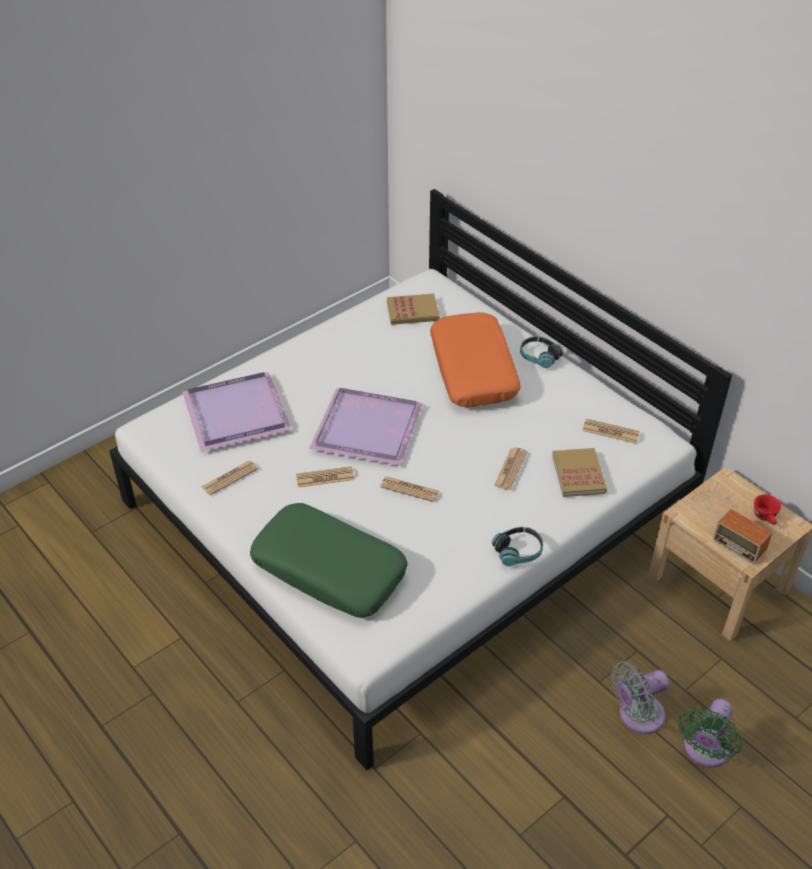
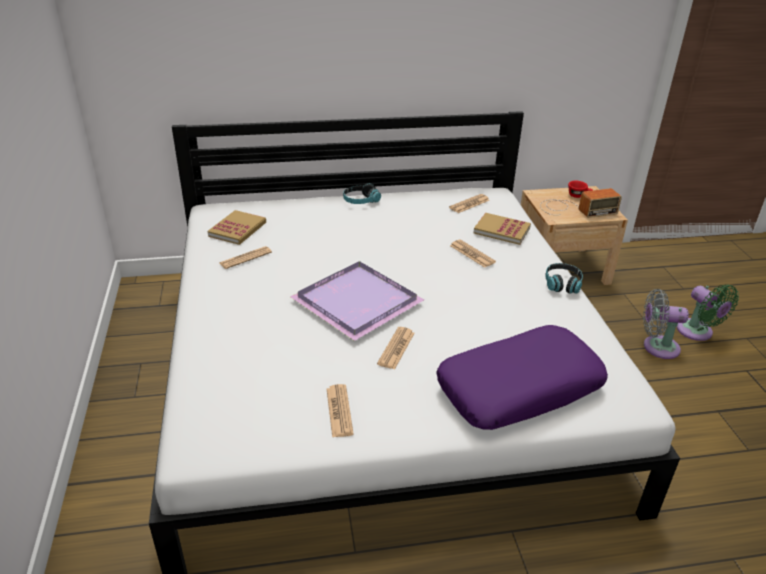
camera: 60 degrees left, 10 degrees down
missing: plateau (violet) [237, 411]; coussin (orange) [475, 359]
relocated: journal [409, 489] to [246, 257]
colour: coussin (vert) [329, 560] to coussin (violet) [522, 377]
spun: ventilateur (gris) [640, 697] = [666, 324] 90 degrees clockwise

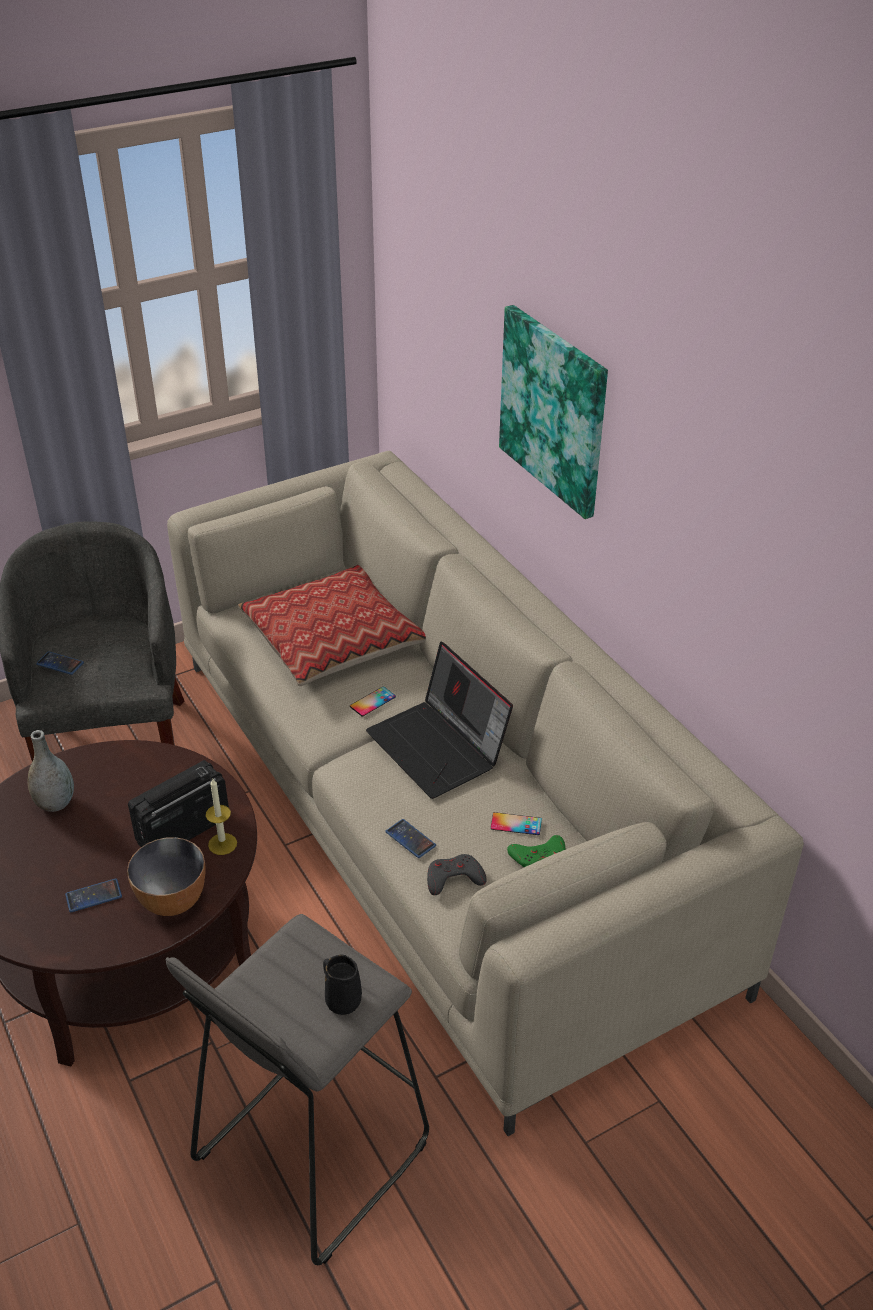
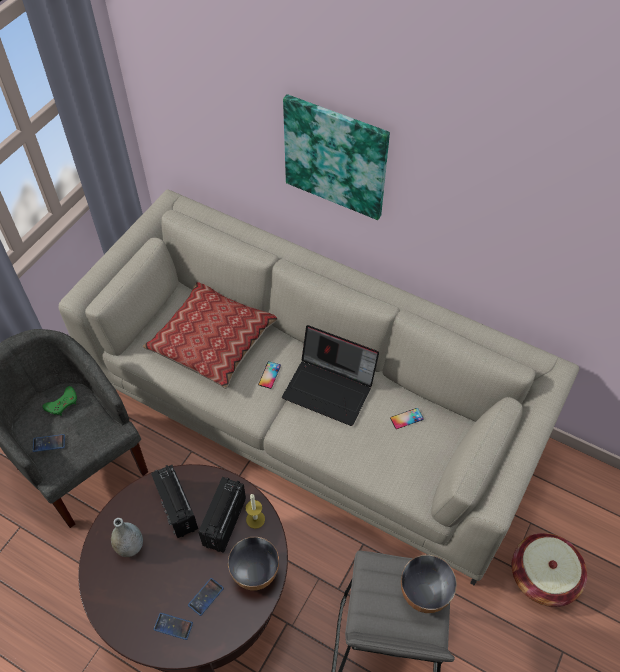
camera: 30 degrees left, 15 degrees up
missing: manette (gris) [456, 874]
appeared: radio [174, 501]; panier [549, 570]
relocated: téléphone [410, 838] to [173, 626]; manette (vert) [536, 851] to [59, 400]
exchanged: mug (noir) [342, 984] to bol [429, 584]

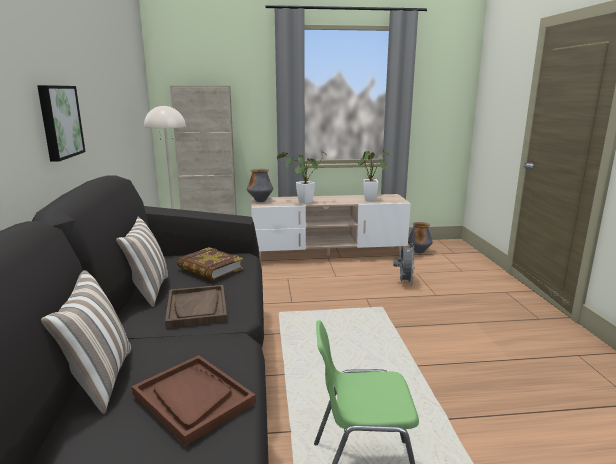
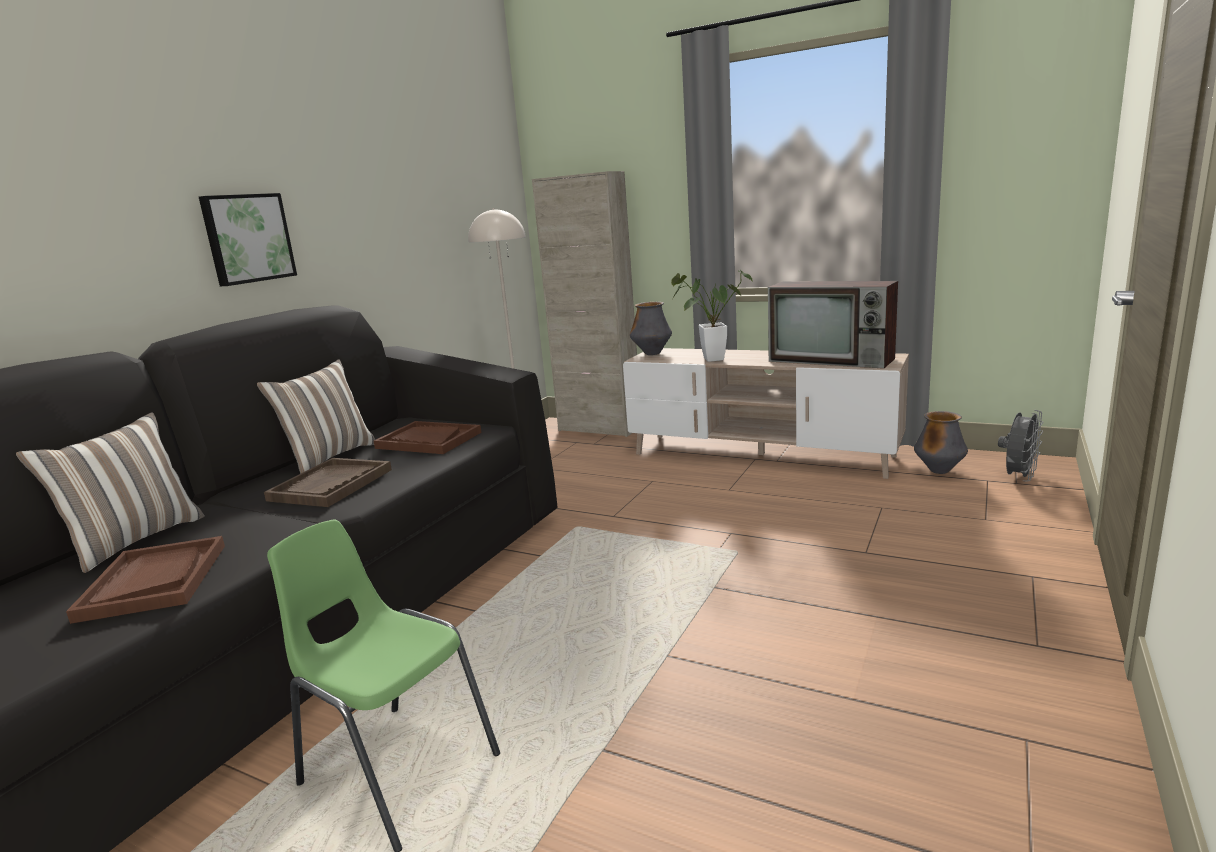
camera: 35 degrees right, 0 degrees up
relocated: ventilateur (gris) [404, 264] to [1021, 446]
exchanged: livre [210, 264] to plateau (marron) [428, 437]; plante en pot [374, 175] to téléviseur [833, 325]

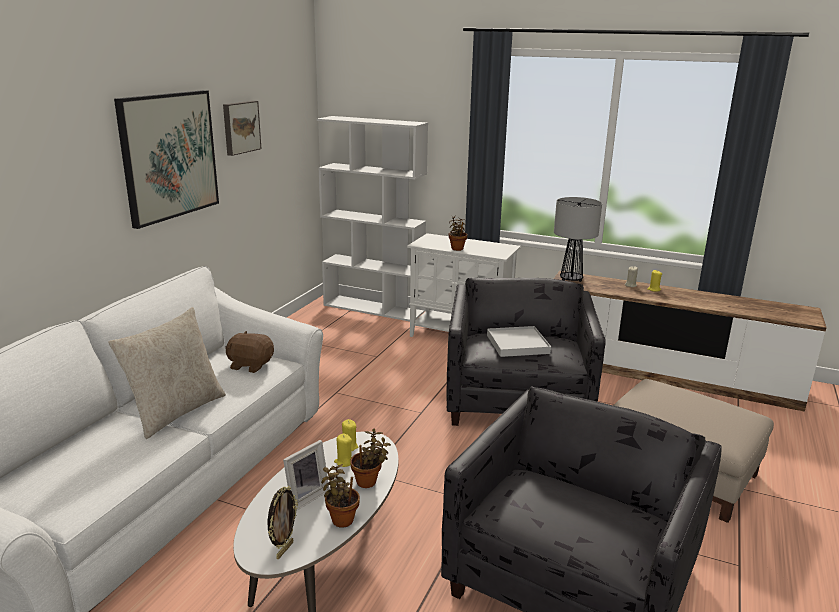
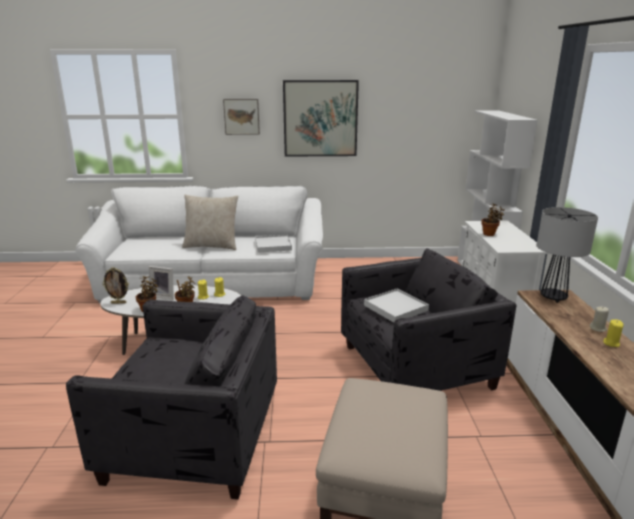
camera: 65 degrees right, 0 degrees up
relocated: tableau [242, 128] to [241, 117]
exchanged: peluche (marron) [249, 352] to plateau (blanc) [273, 244]

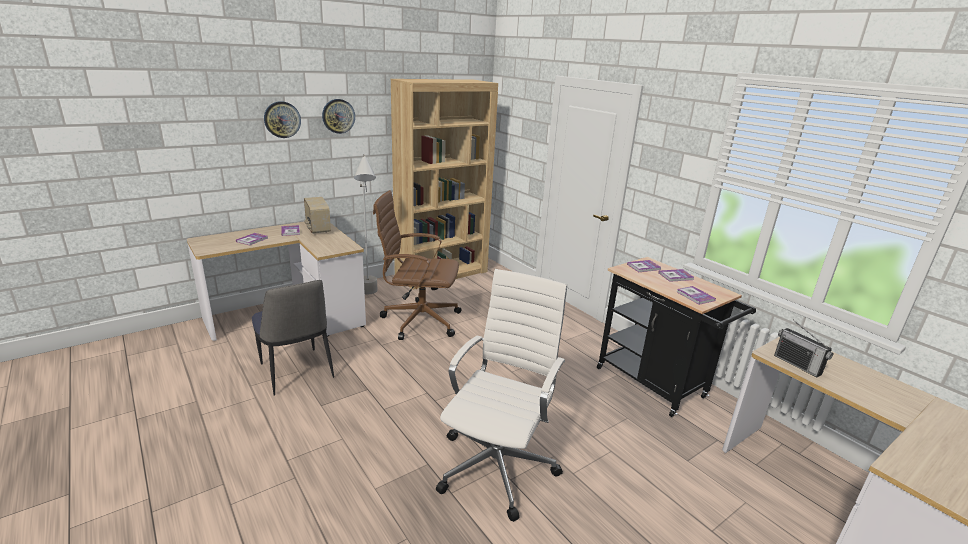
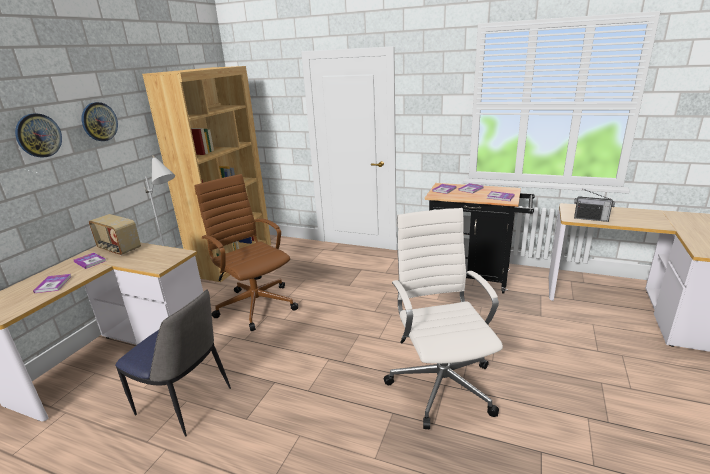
camera: 30 degrees left, 0 degrees up
spun: chaise de bureau (marron) [417, 265] = [246, 252] 75 degrees clockwise

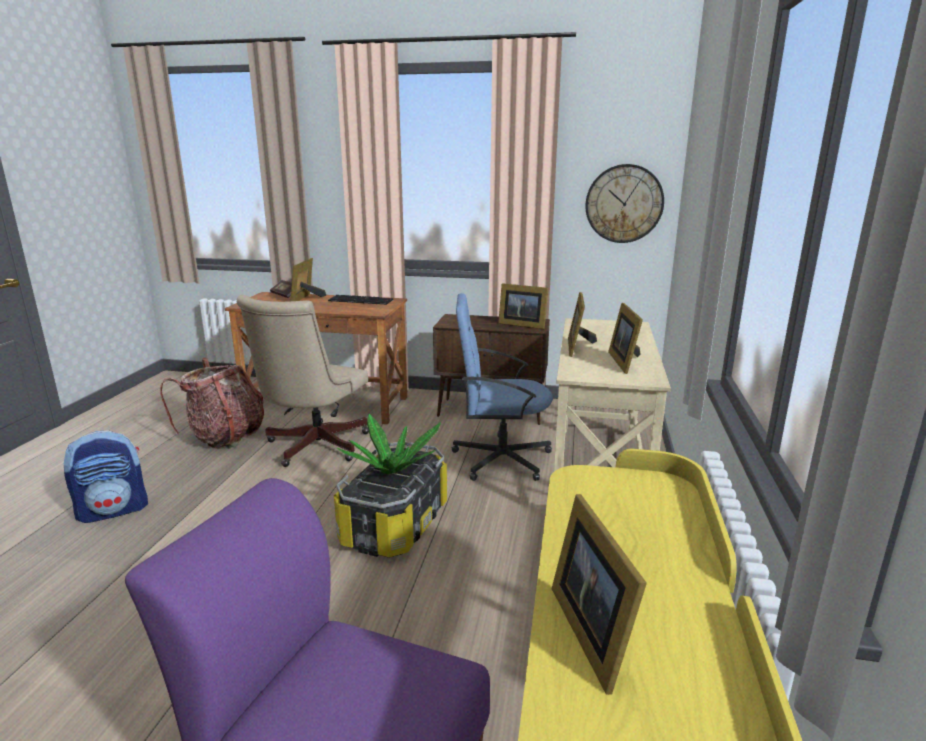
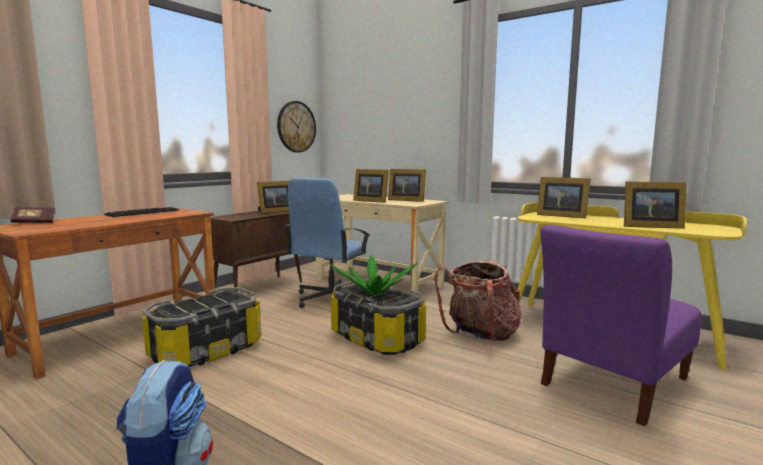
camera: 65 degrees left, 10 degrees down
relocated: sac à dos [212, 403] to [478, 300]; cadre photo [308, 279] to [563, 197]
exchanged: chaise de bureau (beige) [303, 381] to boîte de rangement [201, 327]

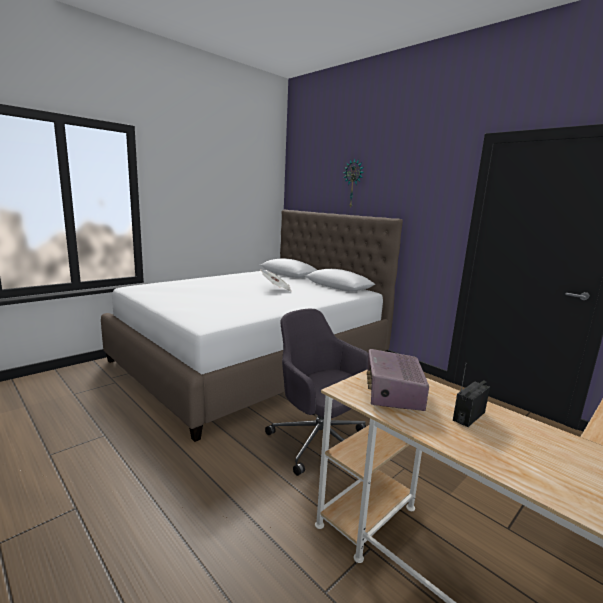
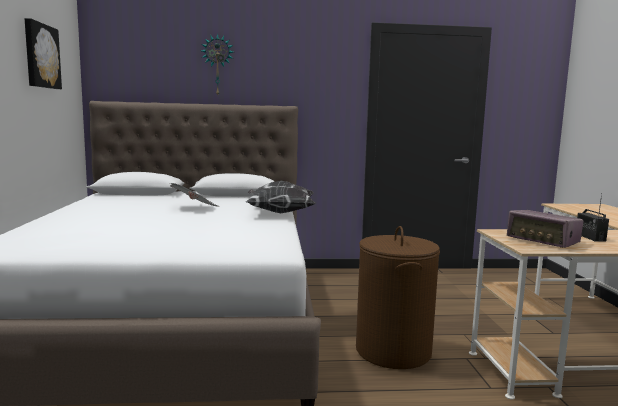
camera: 50 degrees left, 5 degrees down
appeared: tableau [43, 53]; coussin [281, 197]
exchanged: chaise de bureau (gris) [316, 392] to panier à linge (marron) [398, 297]

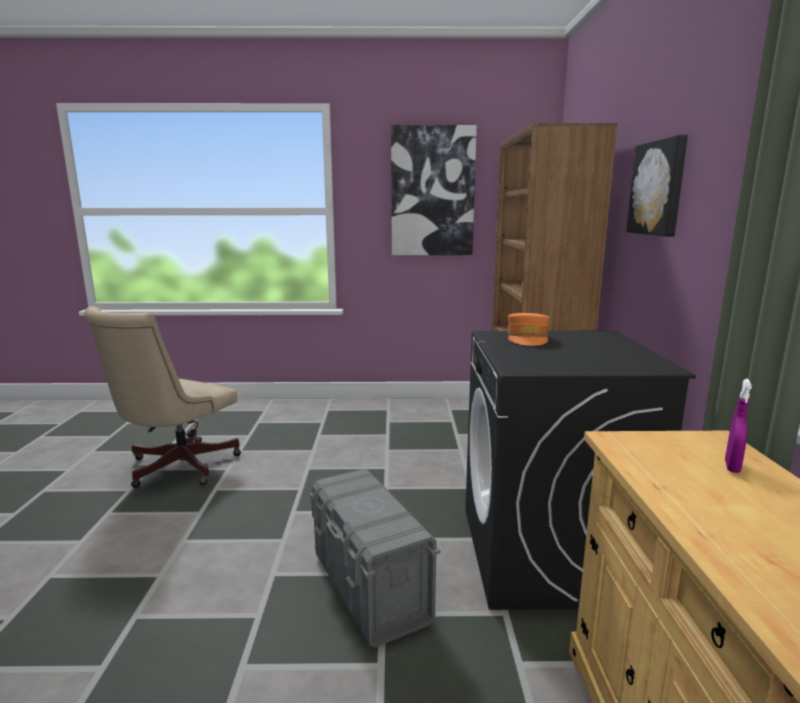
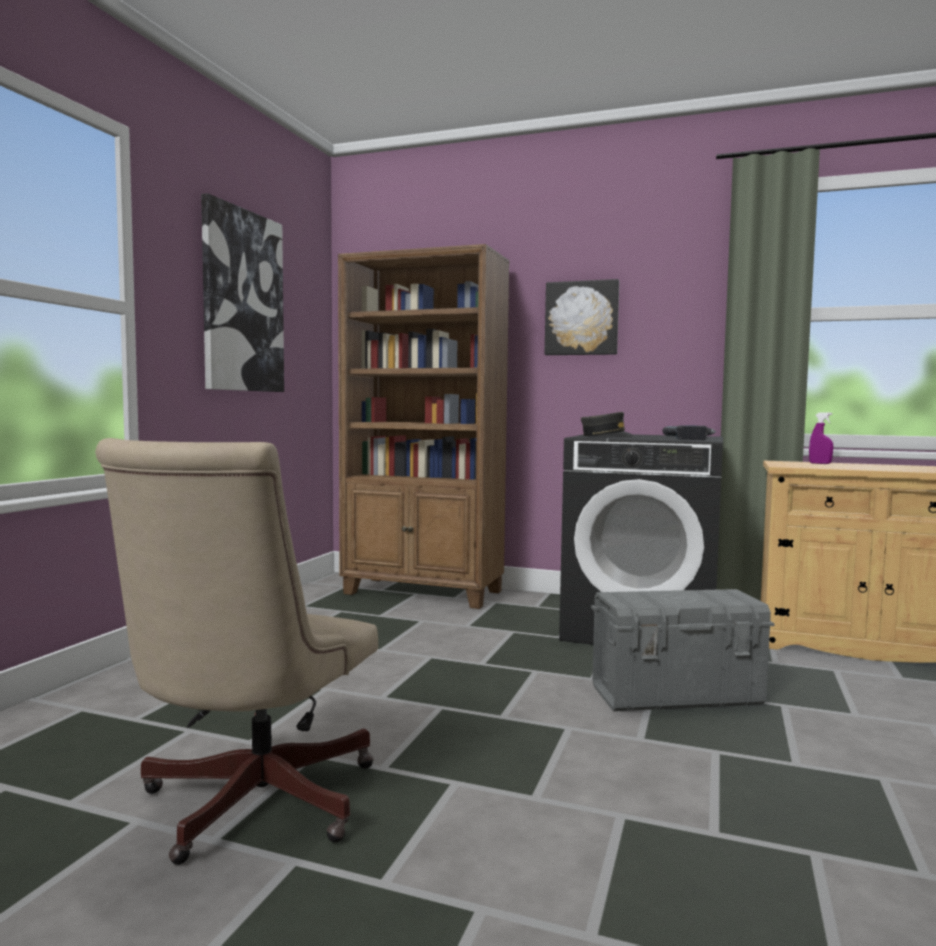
camera: 70 degrees left, 10 degrees down
appeared: perceuse [689, 432]
colour: casquette (orange) [529, 329] to casquette (gris) [608, 424]
spun: chaise de bureau (beige) [162, 397] = [236, 651] 60 degrees clockwise

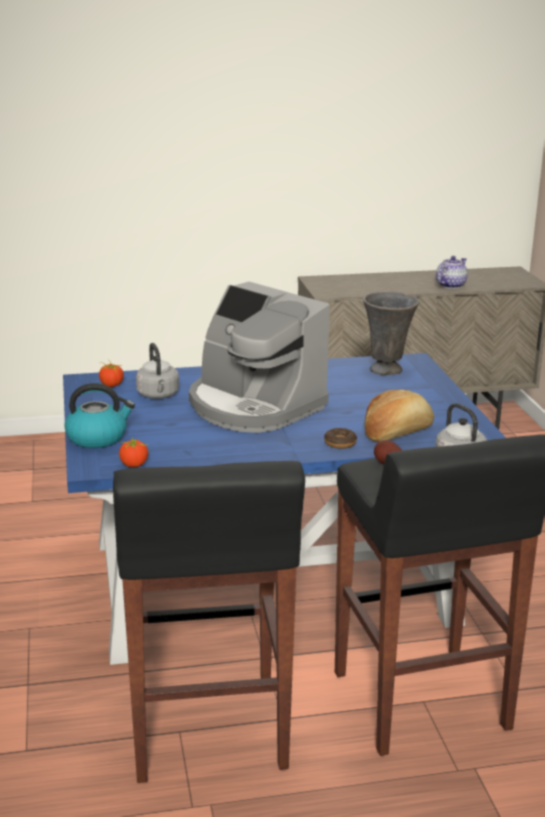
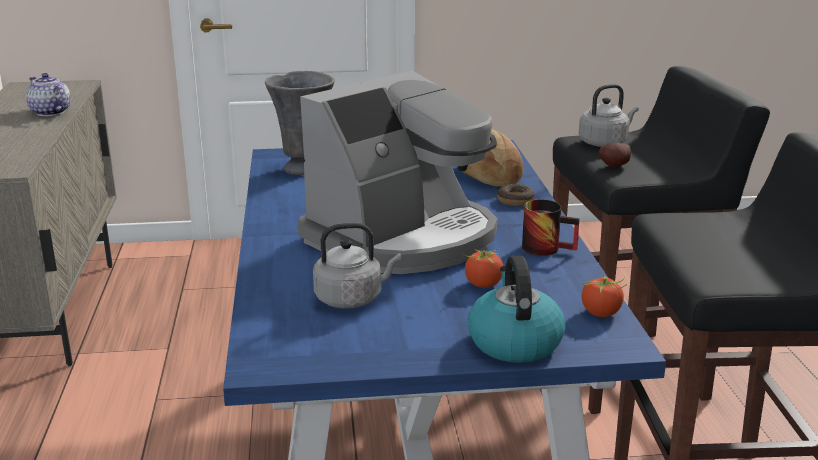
camera: 85 degrees left, 0 degrees up
appeared: mug [551, 227]
relocated: tomate [111, 373] to [483, 268]

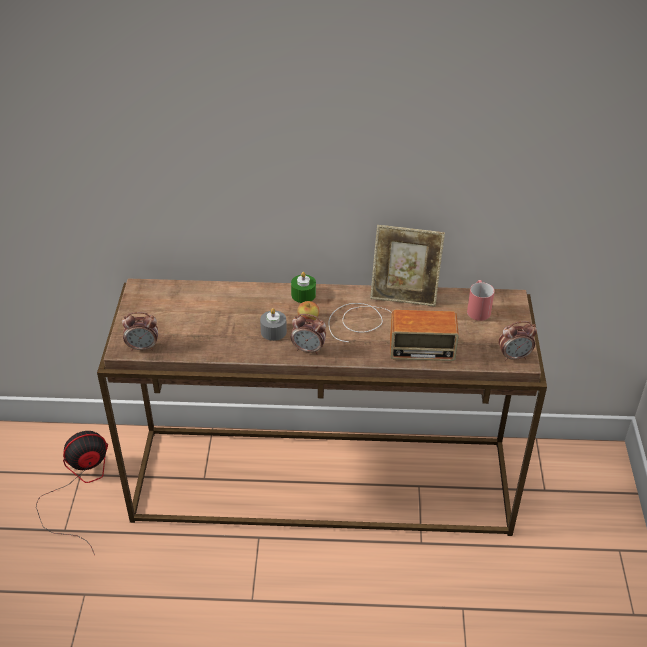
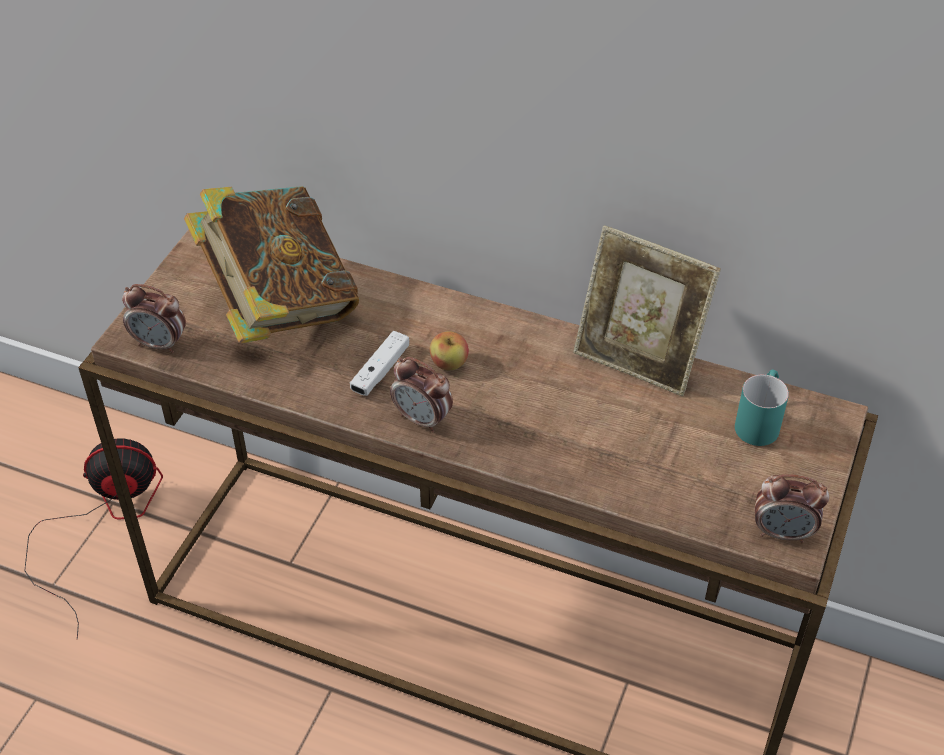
camera: 20 degrees right, 5 degrees up
missing: bougie (vert) [303, 287]; radio [394, 332]
appeared: livre [271, 265]
exchanged: bougie (gris) [273, 324] to manette (blanc) [379, 363]
colour: mug (rouge) [480, 300] to mug (turquoise) [762, 408]

